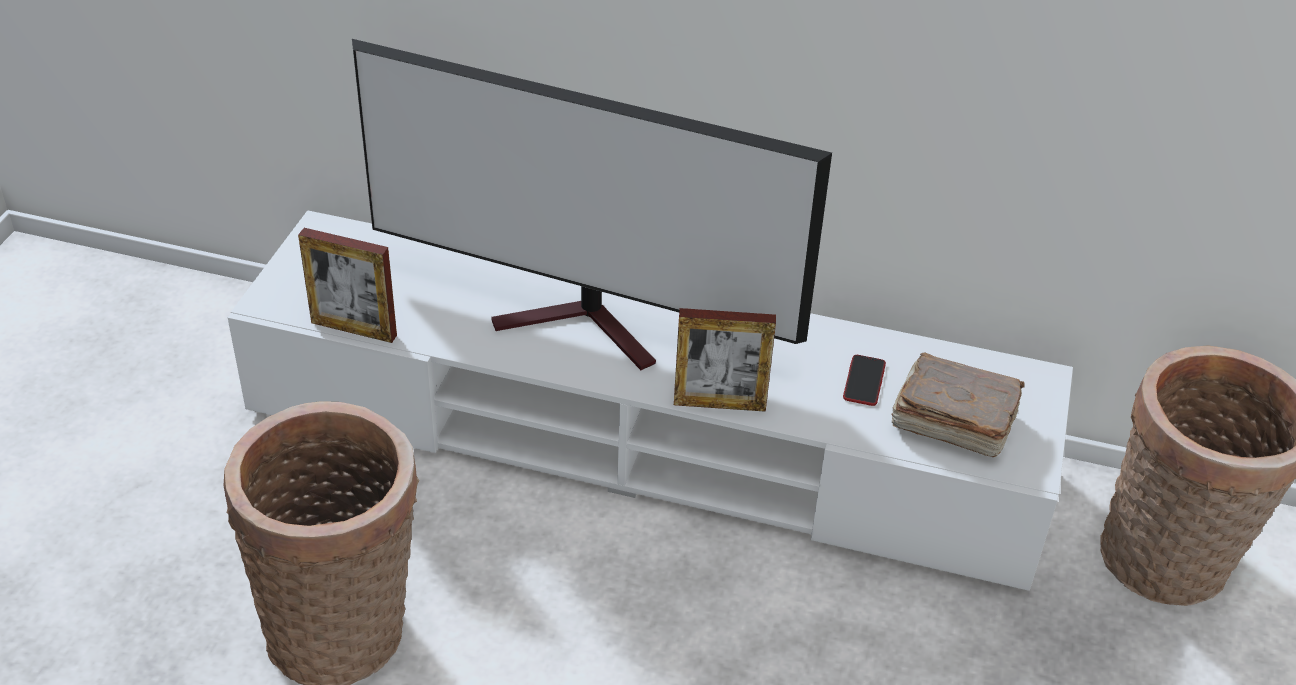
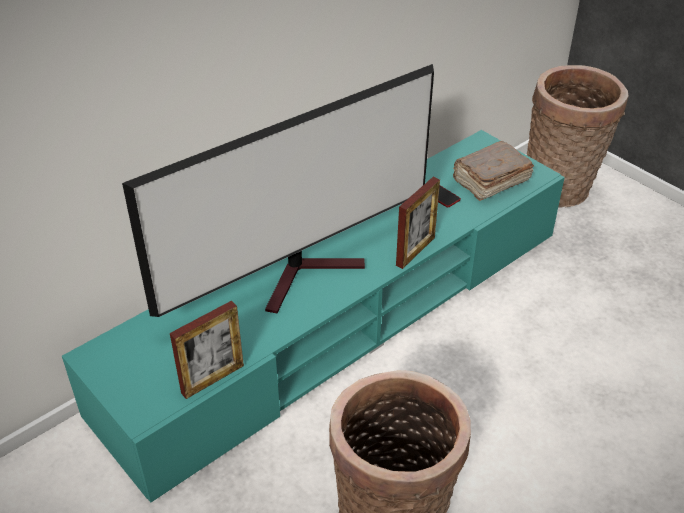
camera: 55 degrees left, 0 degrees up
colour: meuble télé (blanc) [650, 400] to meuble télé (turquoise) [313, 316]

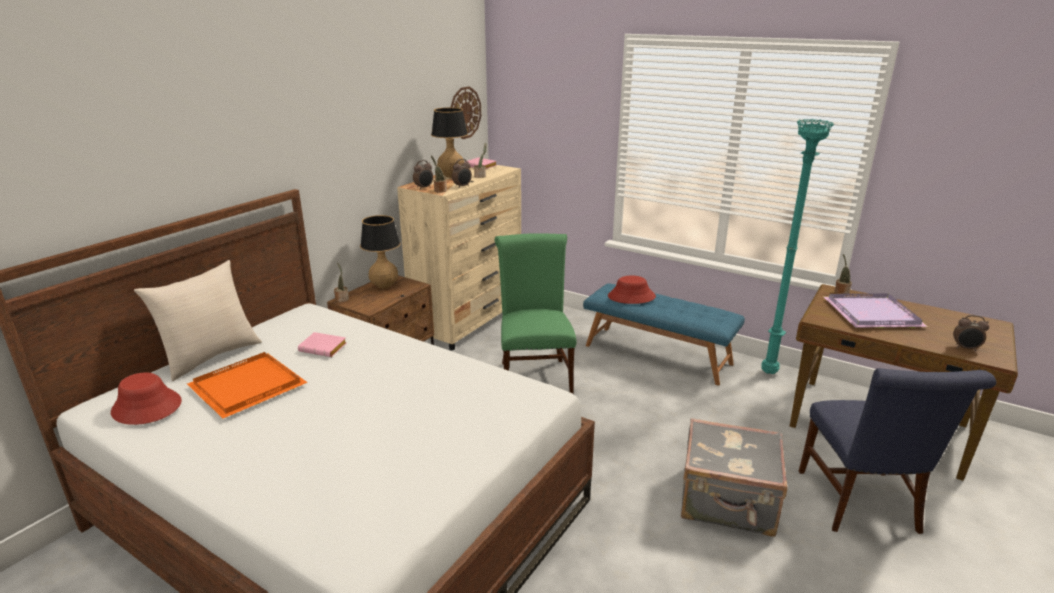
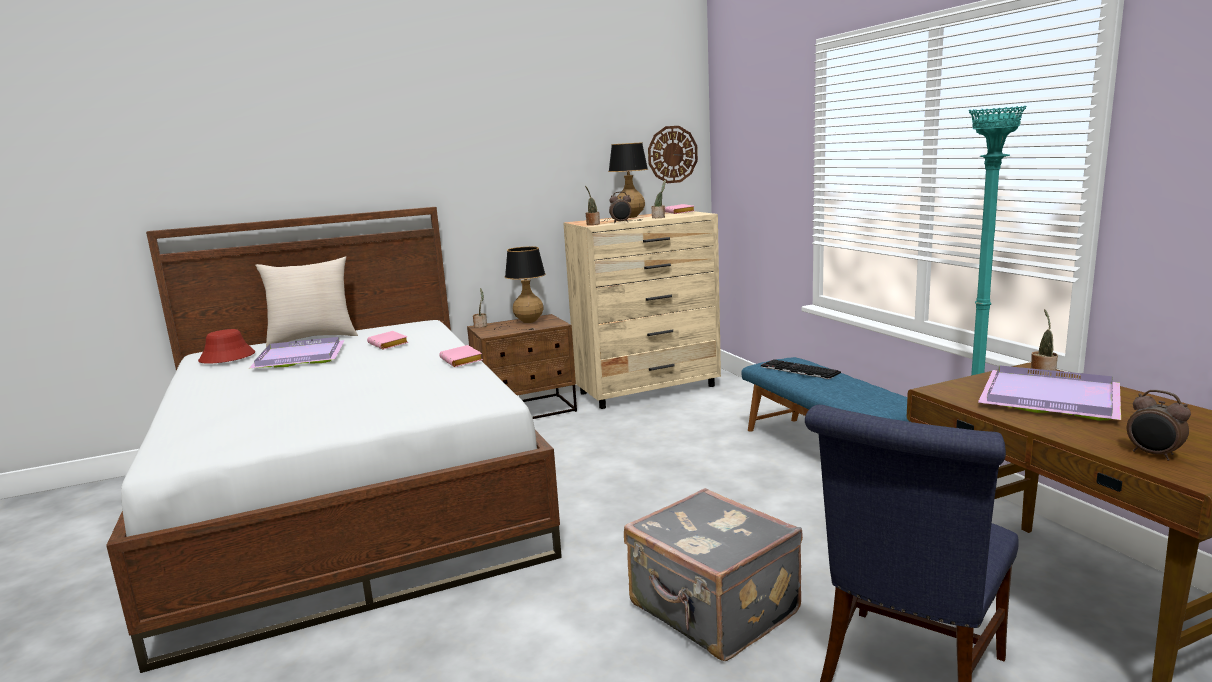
camera: 35 degrees right, 10 degrees down
missing: réveil [423, 175]; chaise (vert) [535, 313]
appeared: livre (rose) [461, 356]
exchanged: chapeau (rouge) [632, 290] to clavier [801, 369]
colour: plateau (orange) [247, 385] to plateau (violet) [296, 353]

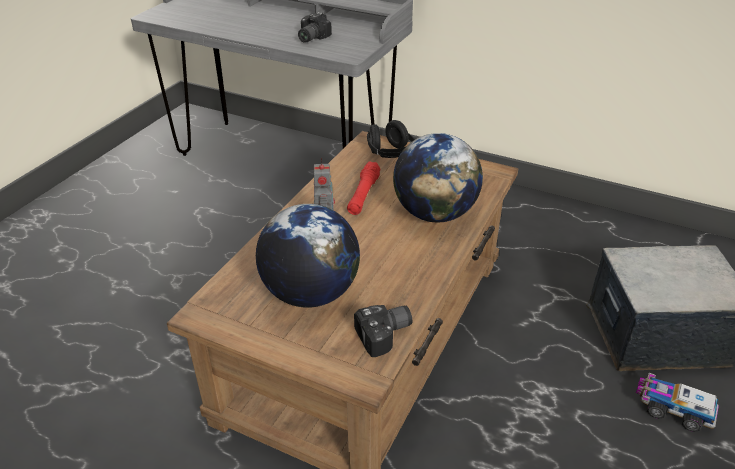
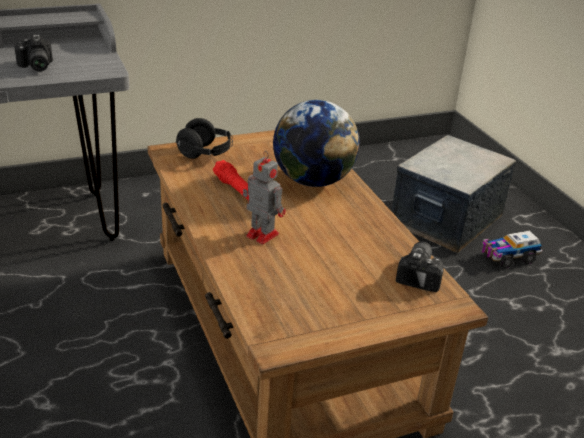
camera: 50 degrees left, 5 degrees down
missing: globe [308, 256]

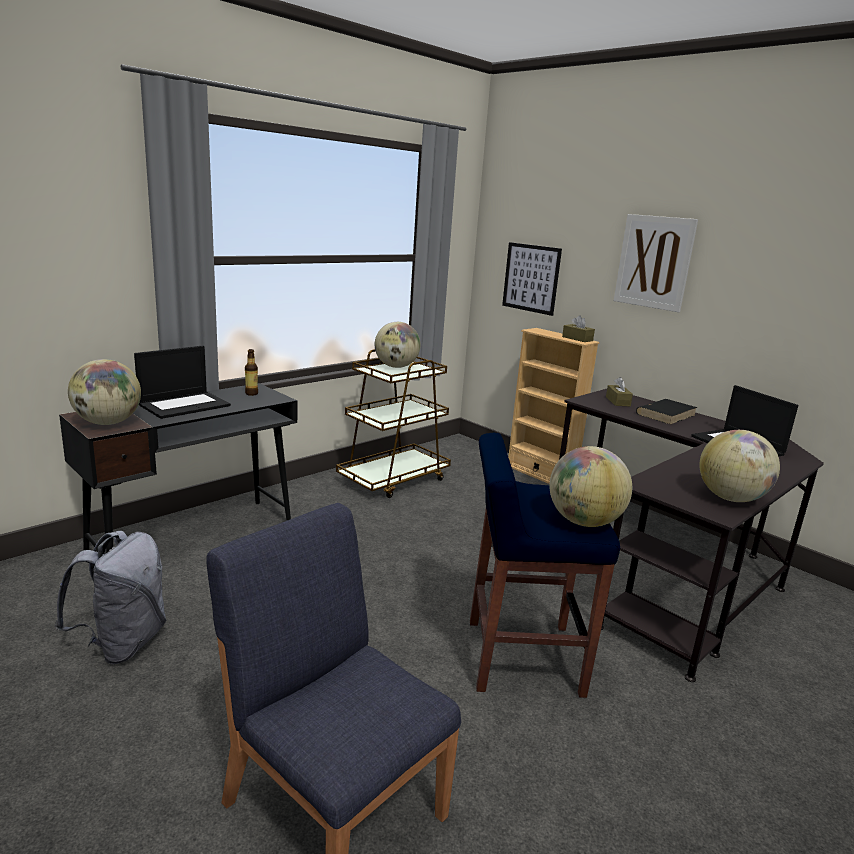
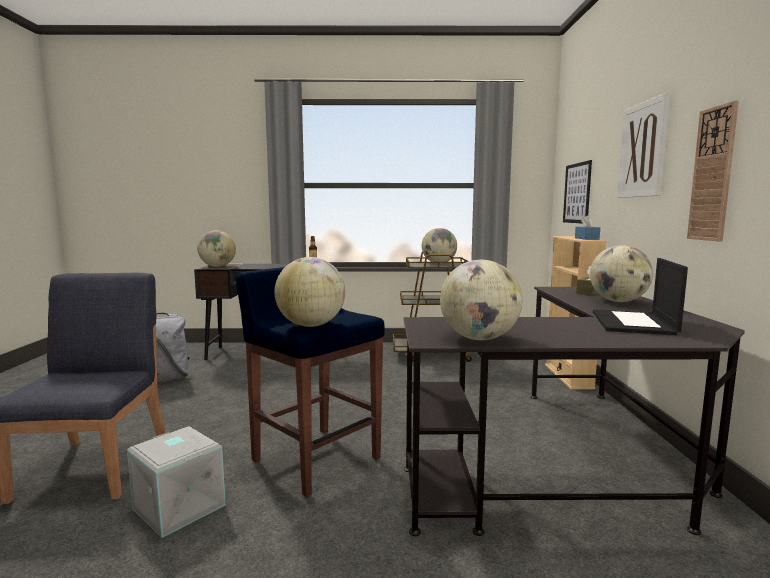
camera: 45 degrees right, 10 degrees down
missing: ordinateur portable [182, 382]
appeared: boîte de rangement (gris) [176, 482]; horloge murale [713, 171]
exchanged: livre (noir) [666, 412] to globe [621, 273]
colour: boîte à mouchoirs (marron) [578, 328] to boîte à mouchoirs (bleu) [587, 228]

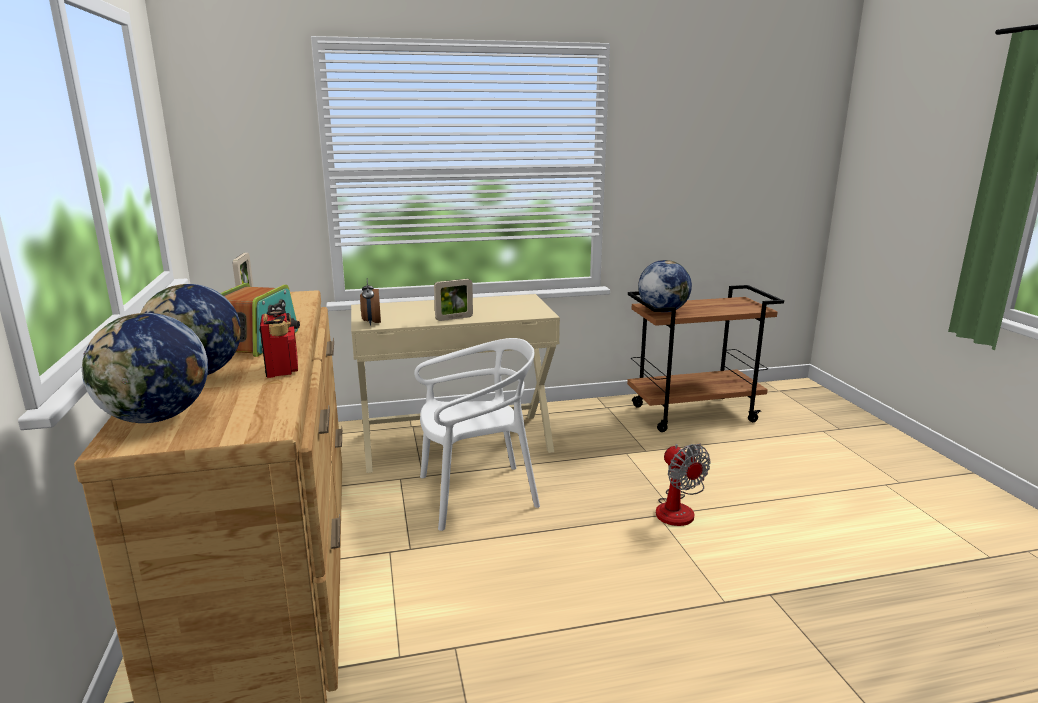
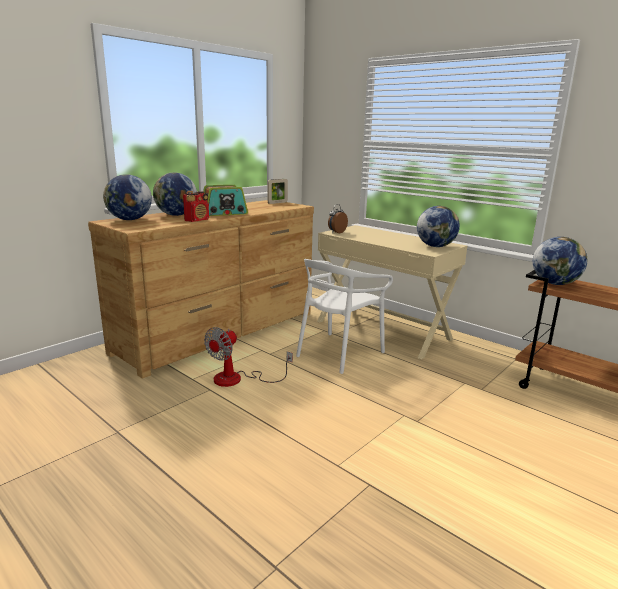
camera: 55 degrees right, 0 degrees up
missing: cadre photo [453, 300]
appeared: globe [438, 226]
relocated: ventilateur [683, 484] to [248, 357]
spun: chaise (blanc) [477, 434] = [344, 316] 90 degrees clockwise

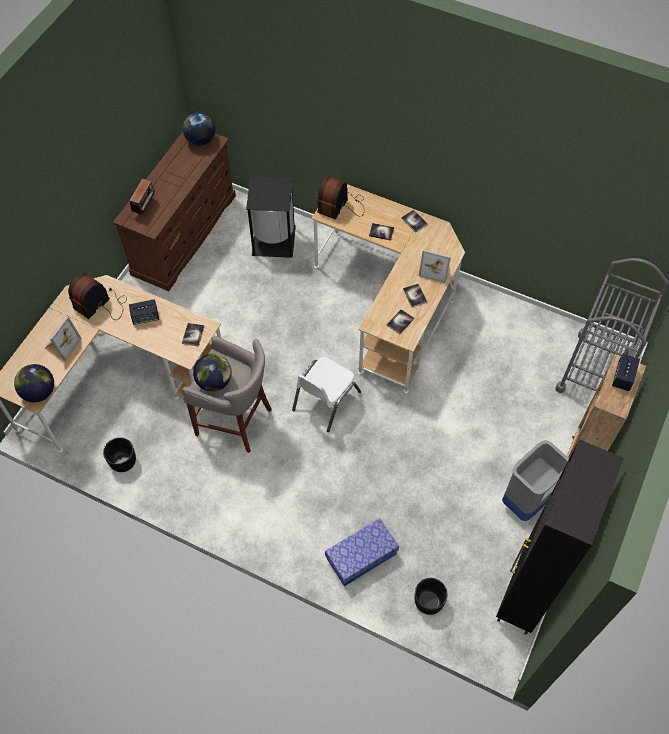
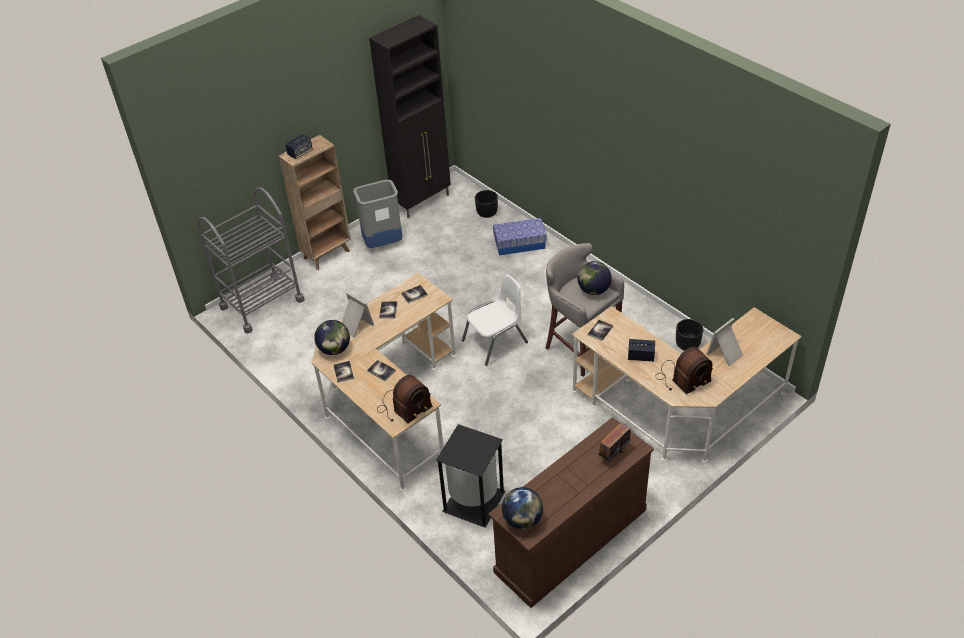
camera: 155 degrees left, 15 degrees down
relocated: globe [34, 383] to [332, 337]

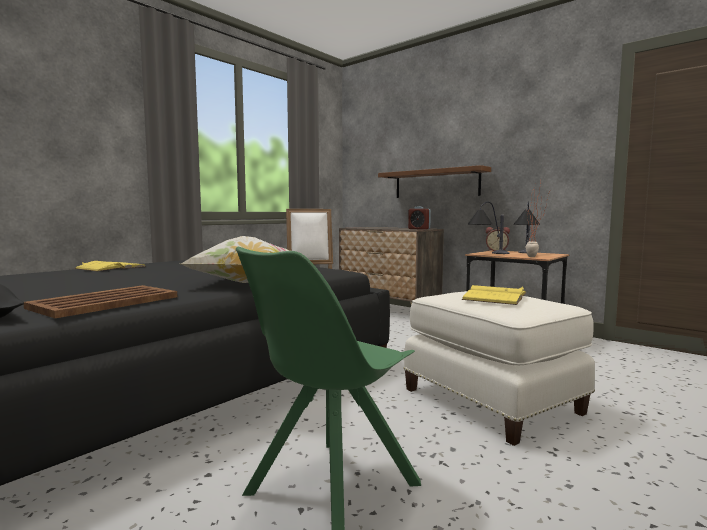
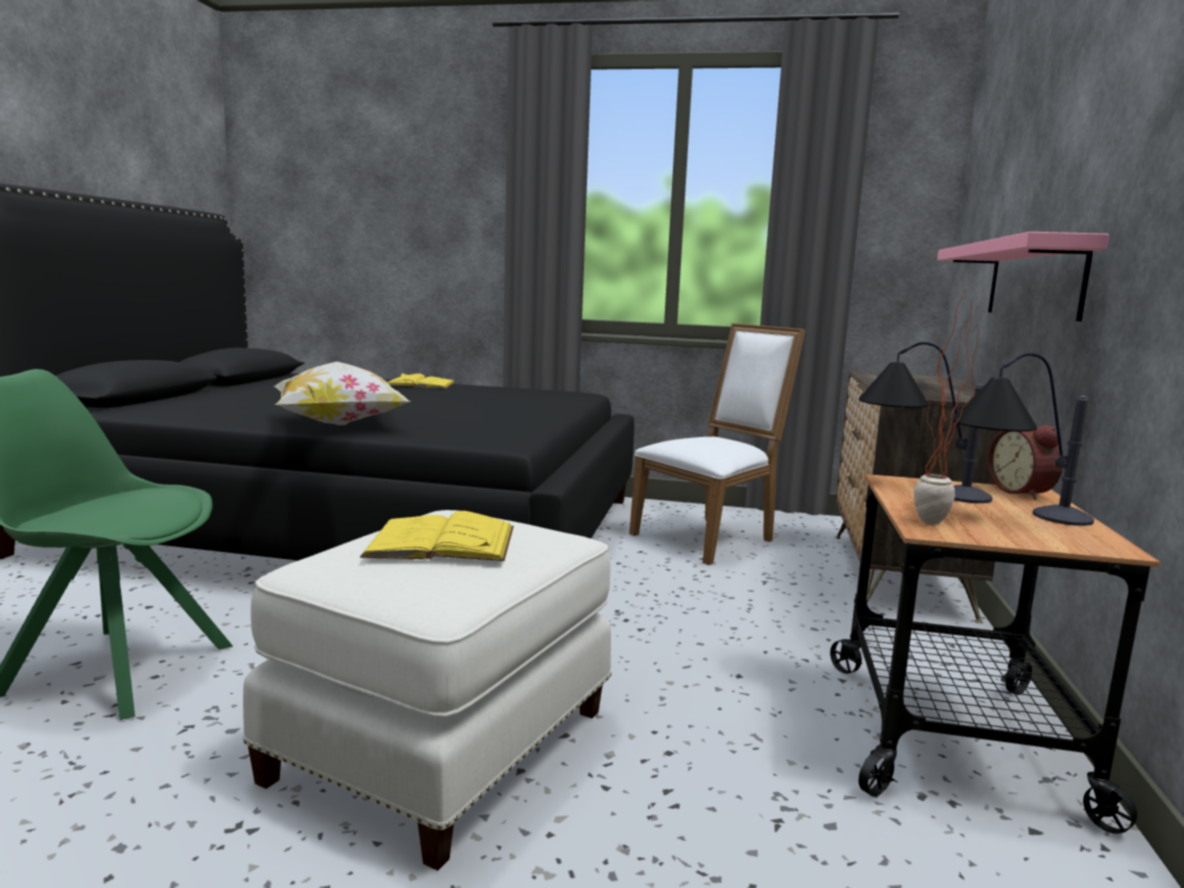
camera: 60 degrees right, 5 degrees up
missing: plateau (marron) [100, 301]; réveil [419, 218]
colour: étagère (marron) [434, 181] to étagère (rose) [1023, 276]

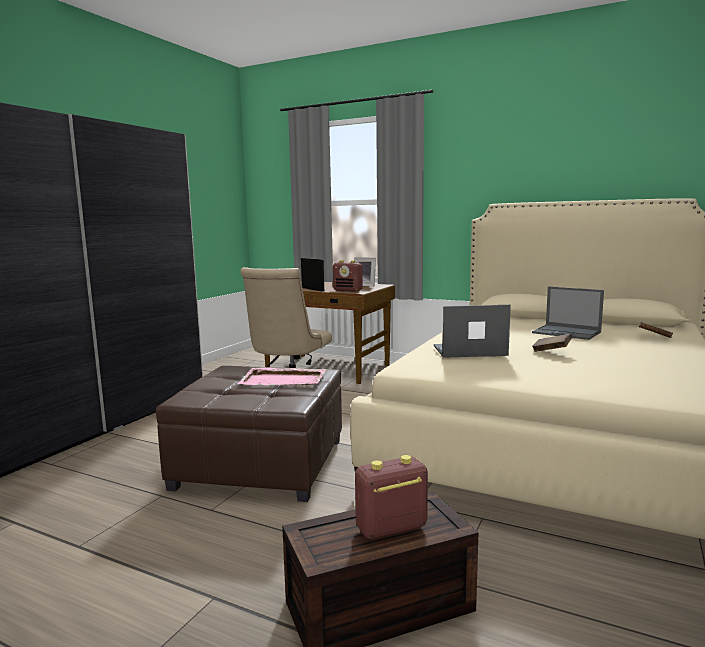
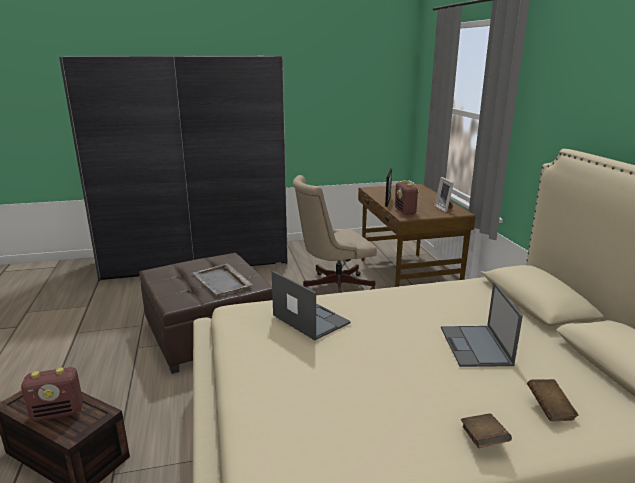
camera: 50 degrees right, 10 degrees up
relocated: livre (marron) [552, 343] to [486, 430]
colour: plateau (rose) [281, 376] to plateau (gris) [223, 279]
spun: radio [391, 497] = [52, 394] 135 degrees clockwise

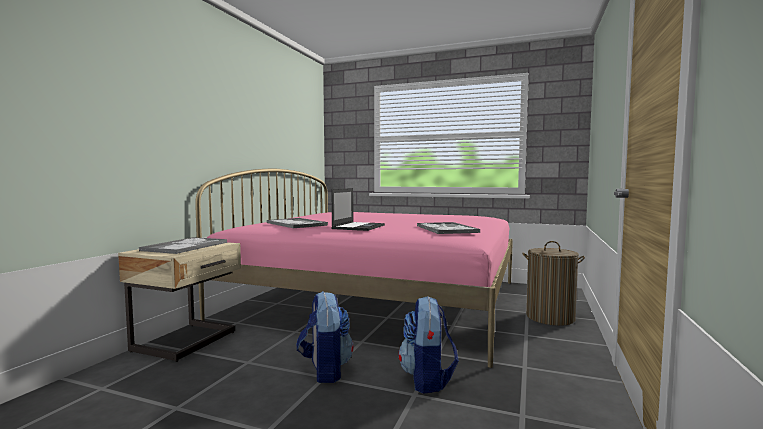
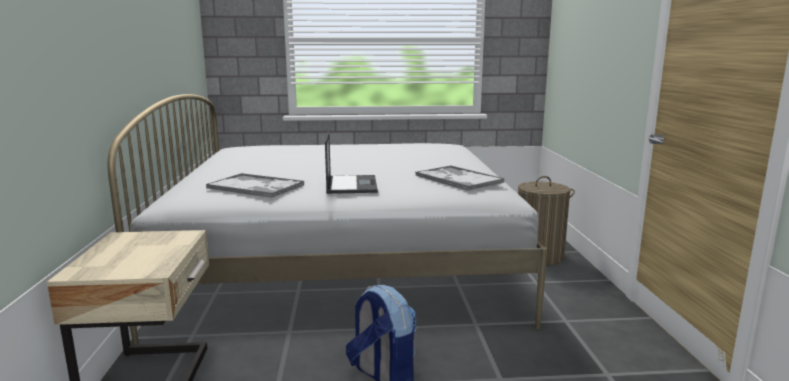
camera: 25 degrees left, 10 degrees up
missing: plateau [183, 245]; sac à dos [428, 345]
colour: lit (rose) [354, 268] to lit (blanc) [327, 219]

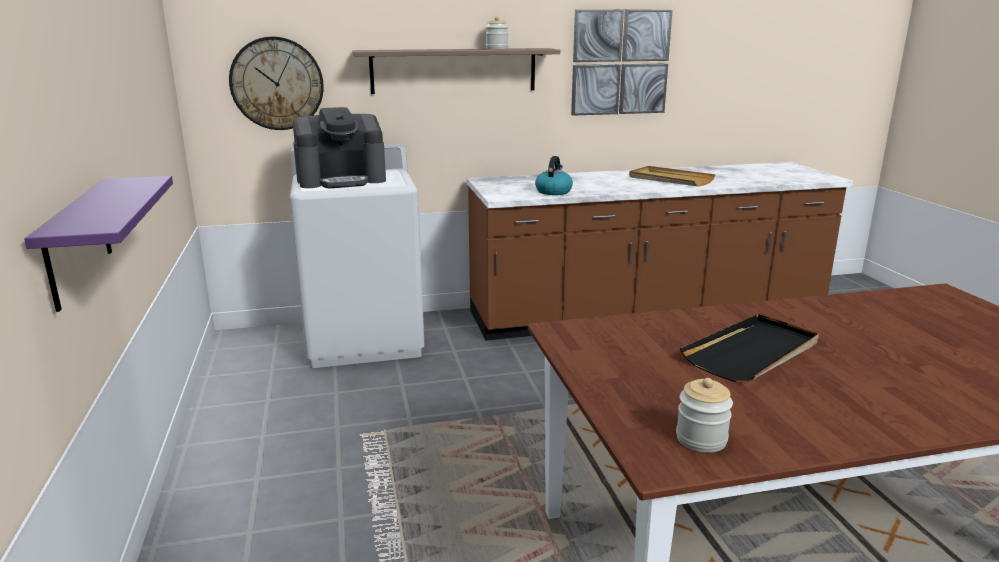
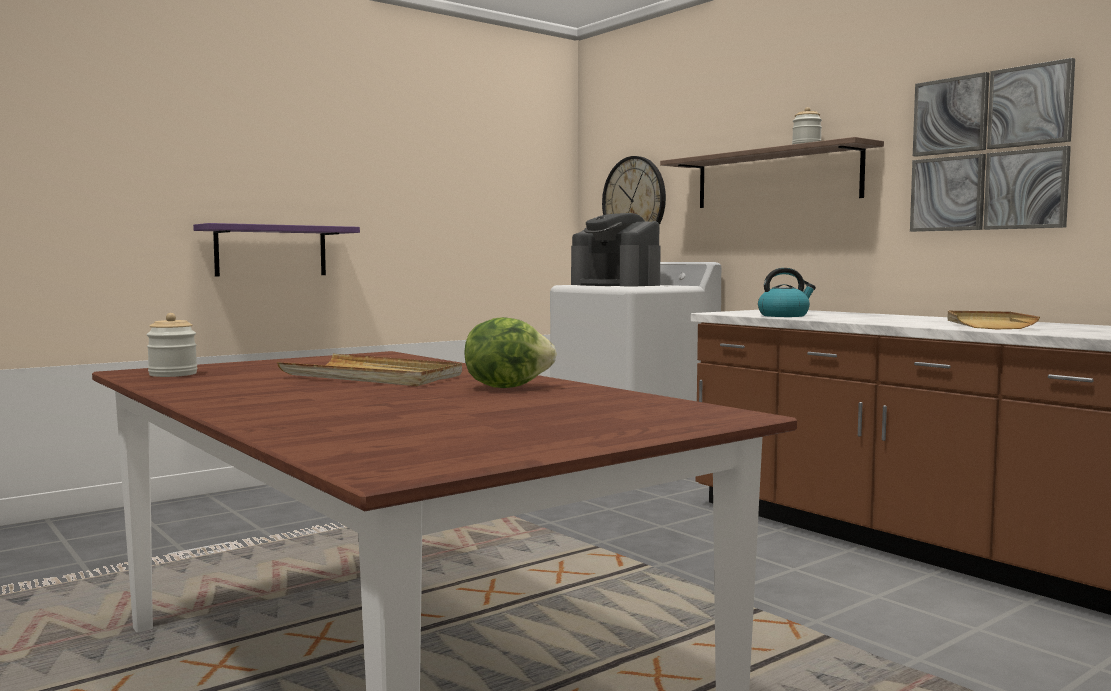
camera: 65 degrees right, 15 degrees down
appeared: laitue [510, 352]
colour: plateau (noir) [749, 348] to plateau (beige) [369, 370]

